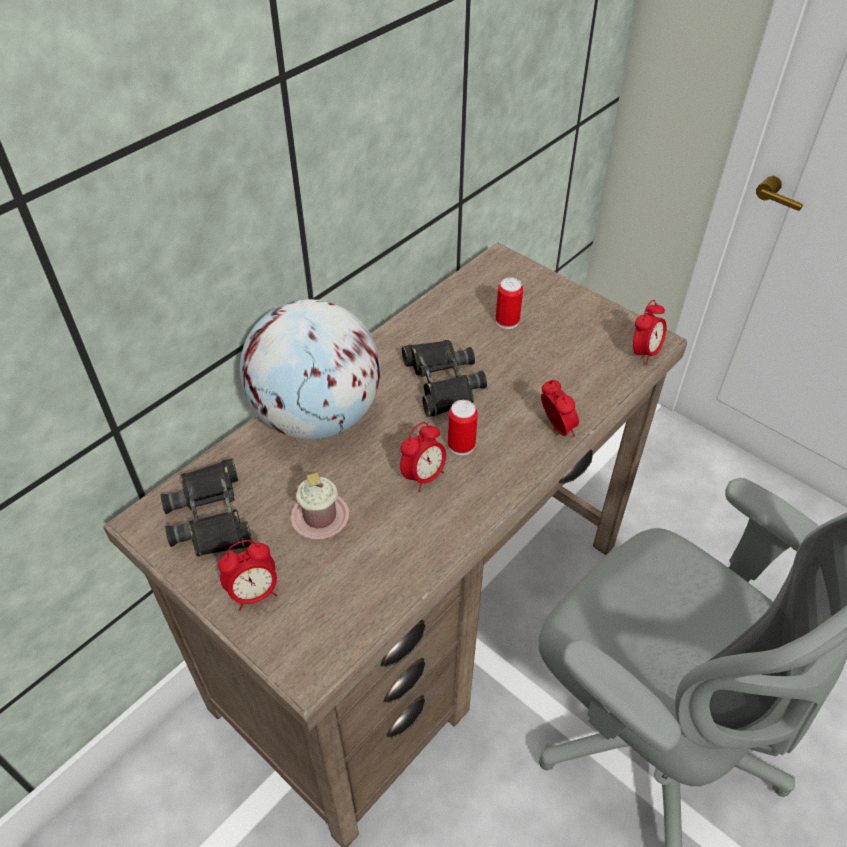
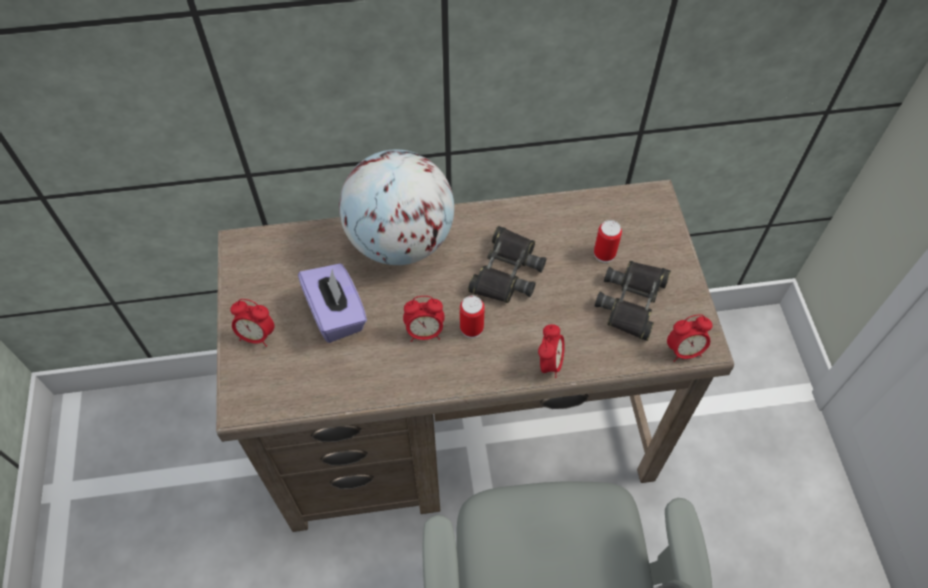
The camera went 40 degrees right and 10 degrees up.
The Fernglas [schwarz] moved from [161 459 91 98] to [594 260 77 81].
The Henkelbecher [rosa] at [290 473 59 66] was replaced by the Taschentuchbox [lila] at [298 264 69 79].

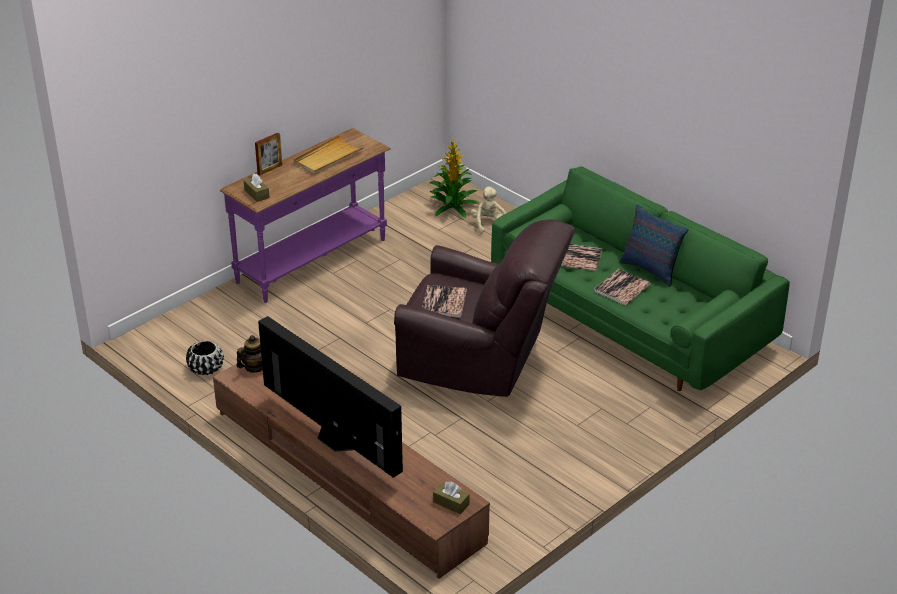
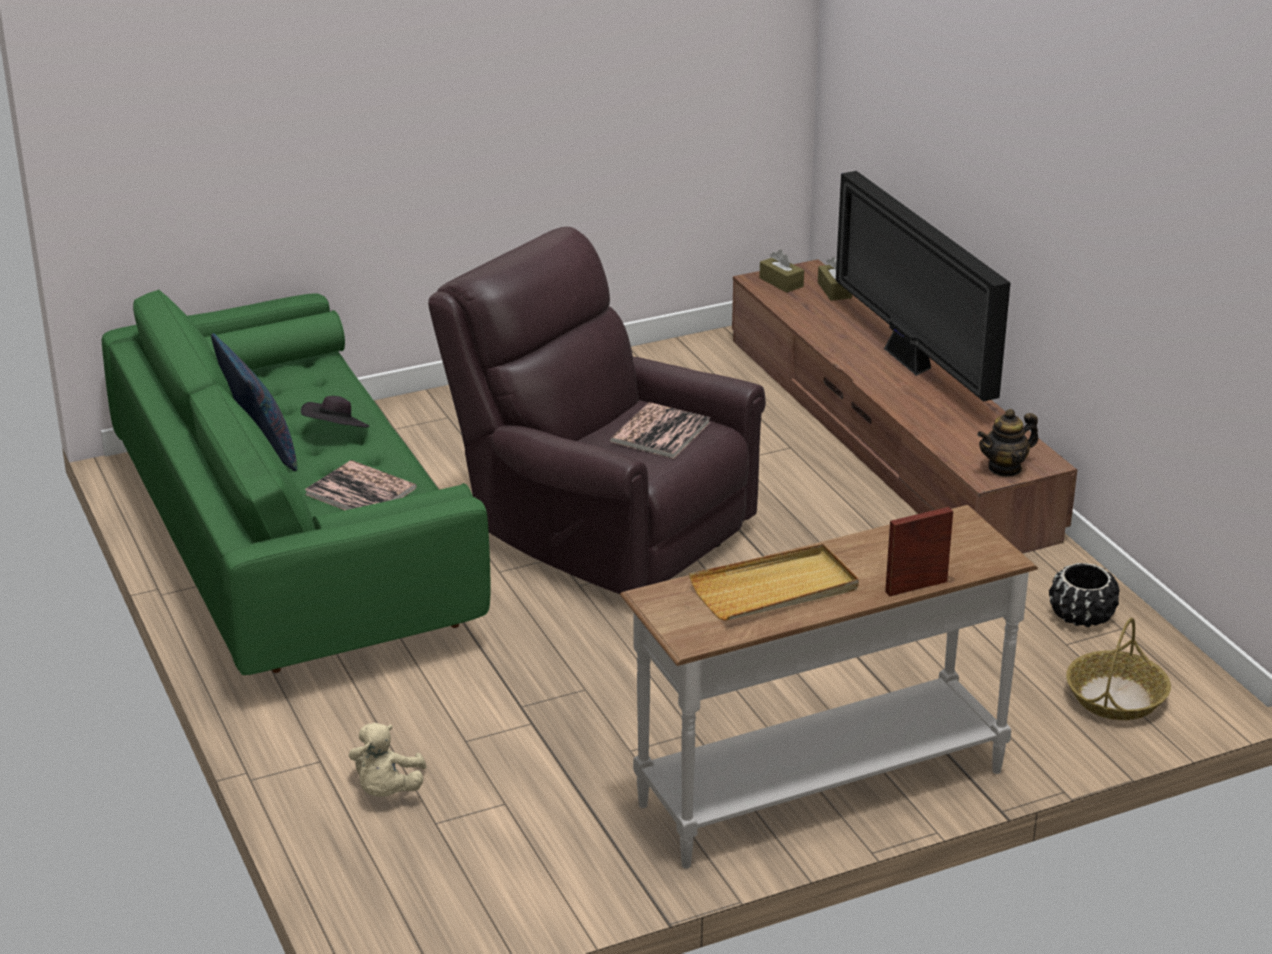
The camera went 160 degrees left and 5 degrees down.
The Konsolentisch [lila] at [220 128 171 175] became the Konsolentisch [weiß] at [620 505 418 364].
The Topfpflanze at [429 139 50 79] disappeared.
The Taschentuchbox [braun] moved from [244 174 26 28] to [818 257 34 44].
The Buch at [594 269 57 37] was replaced by the Hut [schwarz] at [301 396 68 32].
The Korb at [1066 618 105 102] appeared.

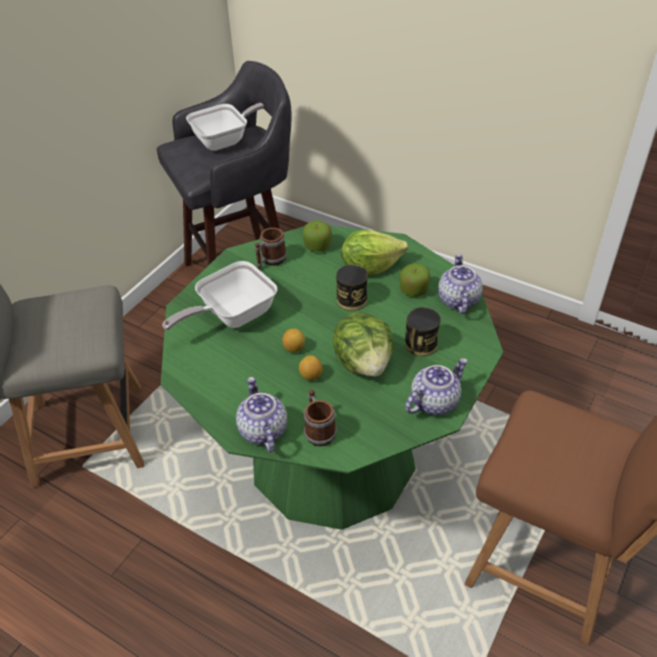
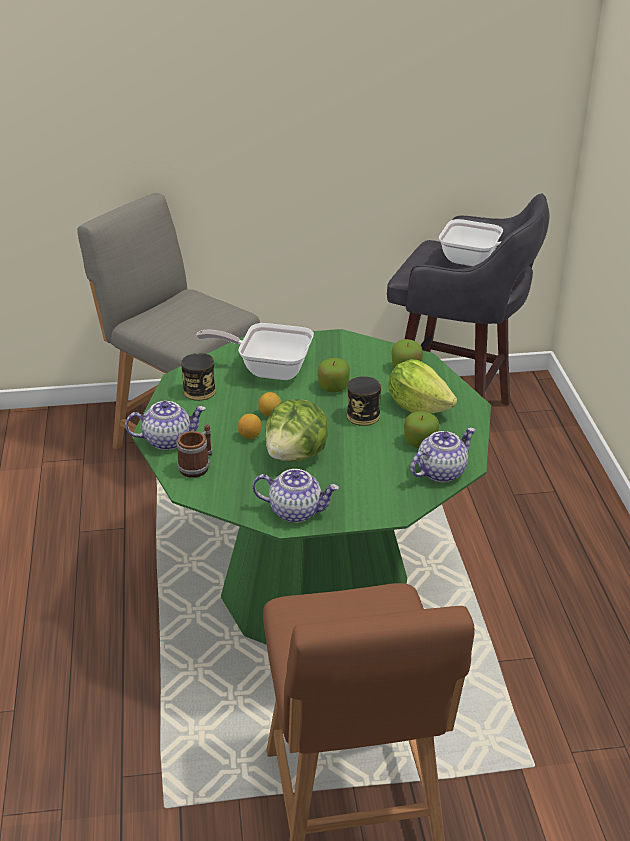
The camera went 50 degrees right and 10 degrees down.
The Henkelbecher at [255 228 32 41] disappeared.
The Dose moved from [405 307 36 49] to [181 353 35 48].
The Teekanne at [236 377 51 75] turned 45 degrees clockwise.
The Apfel at [318 358 32 35] appeared.

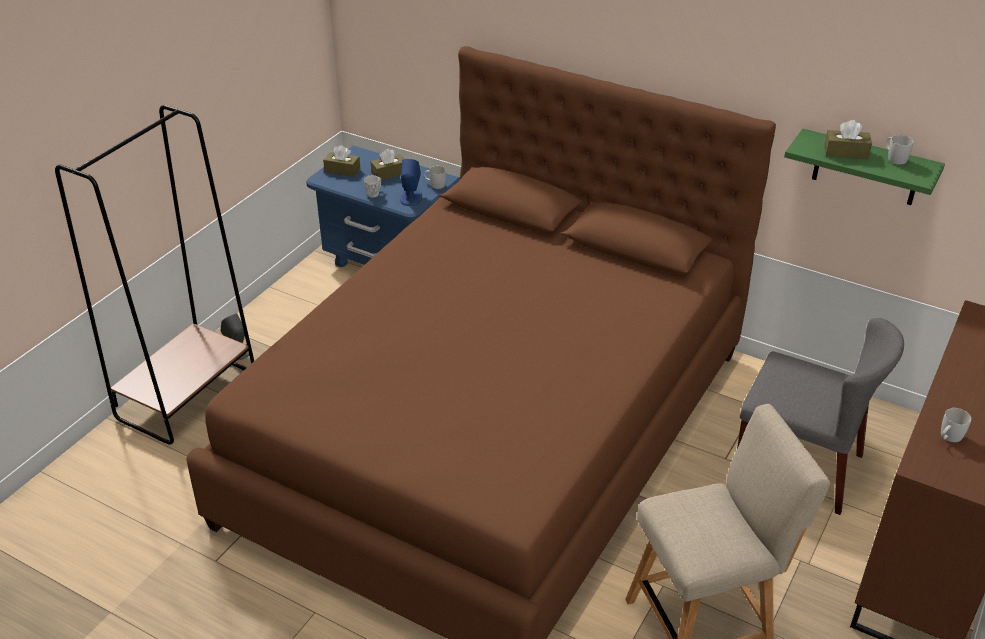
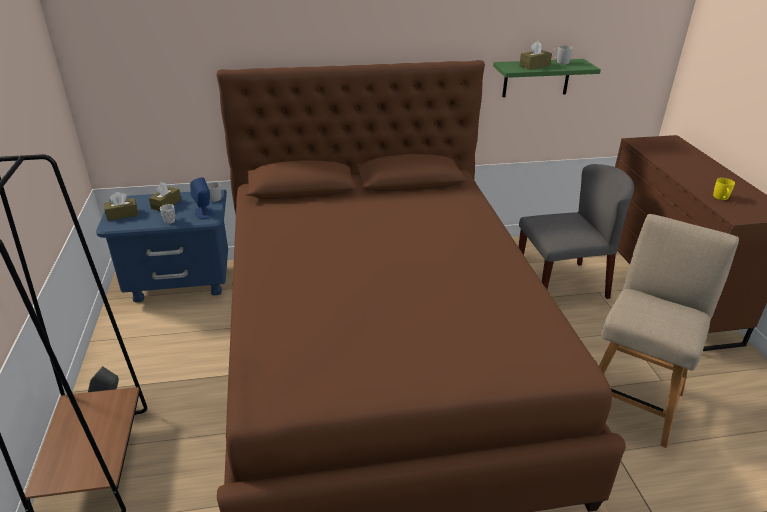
The camera went 40 degrees left and 5 degrees down.
The Henkelbecher [weiß] at [941 408 30 34] became the Henkelbecher [gelb] at [713 178 22 22].

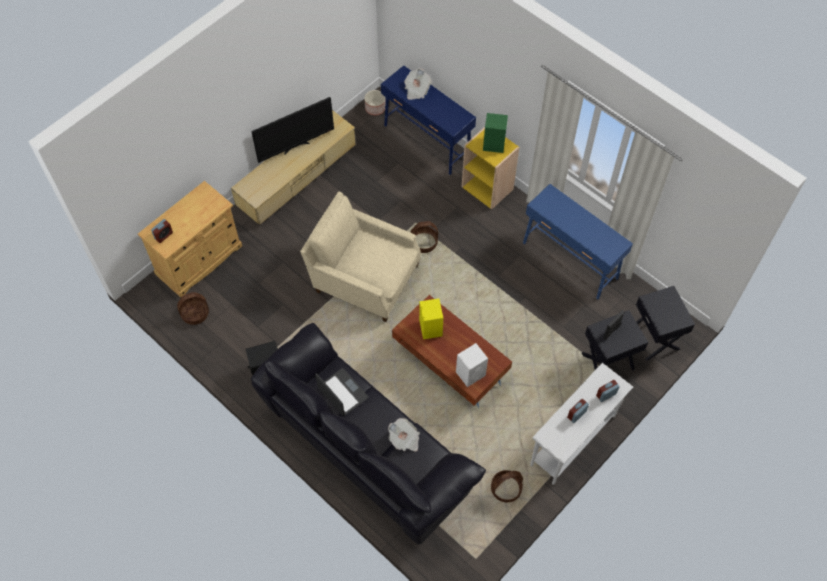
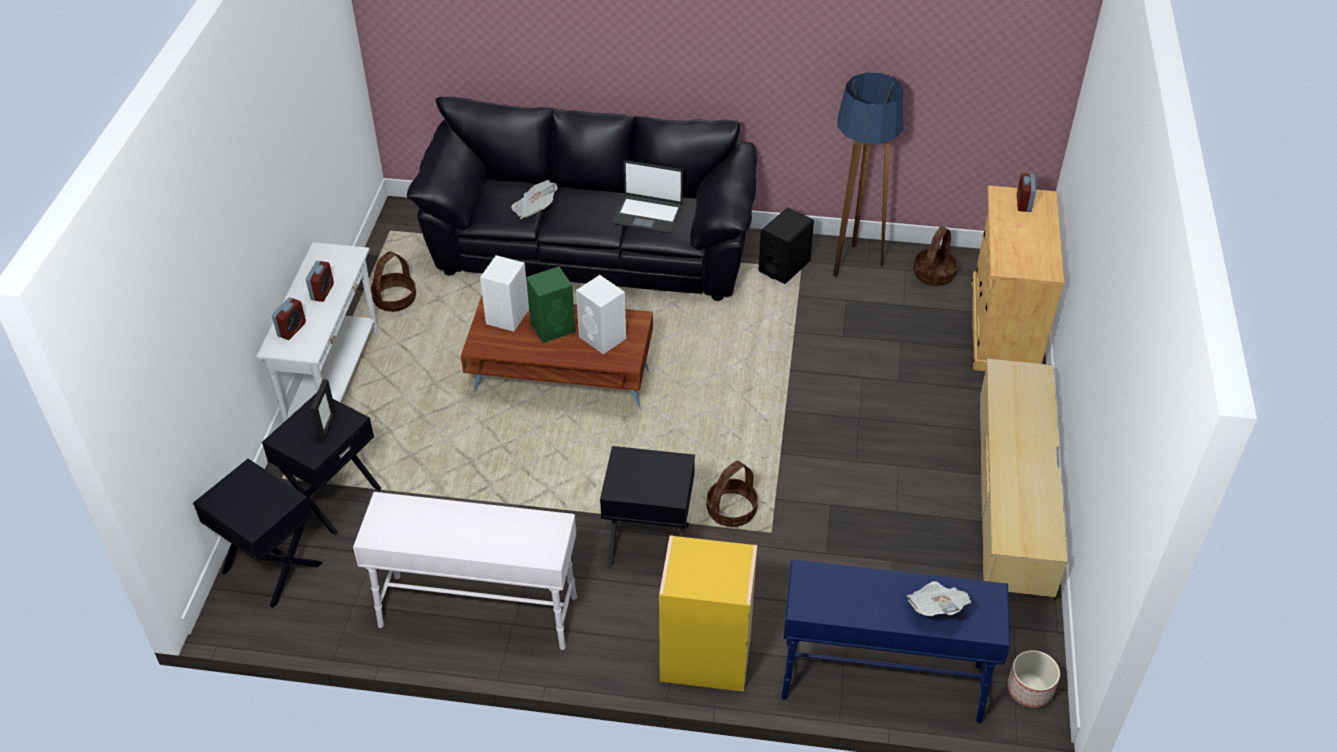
The camera went 145 degrees right and 15 degrees down.
The Fernseher at [251 97 83 66] disappeared.
The Lautsprecher [grün] moved from [483 113 25 40] to [526 267 49 76].
The Konsolentisch [blau] at [523 184 110 116] became the Konsolentisch [weiß] at [353 492 224 158].
The Sessel [beige] at [300 192 121 130] disappeared.
The Lautsprecher [gelb] at [419 298 24 41] became the Lautsprecher [weiß] at [576 275 50 79].
The Stehlampe at [833 73 70 204] appeared.
The Beistelltisch [schwarz] at [600 446 95 122] appeared.

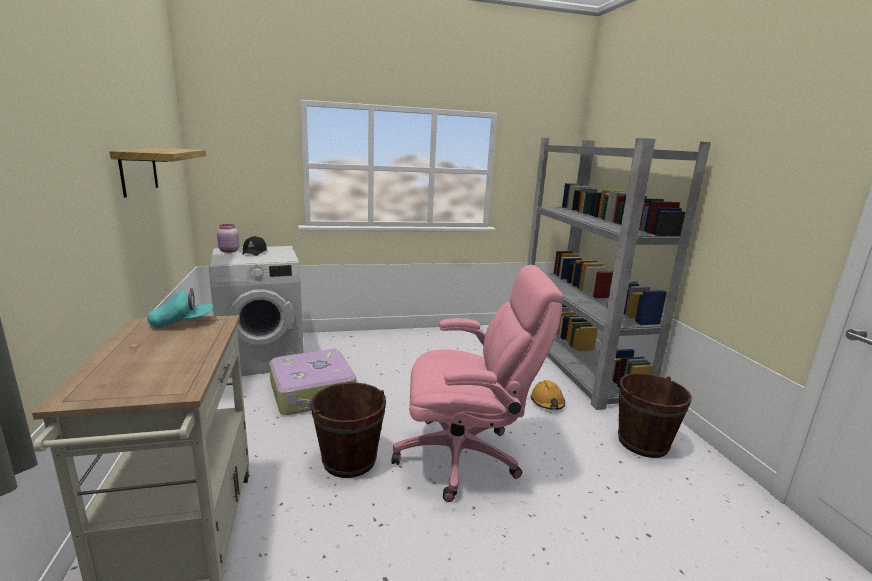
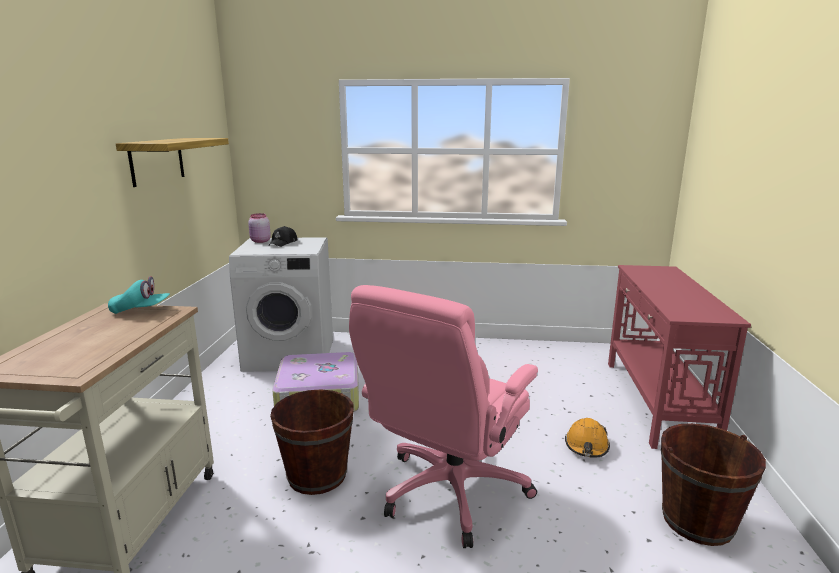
The camera went 20 degrees right and 0 degrees up.
The Bücherregal [grau] at [527 138 184 272] was replaced by the Konsolentisch [rot] at [608 265 143 184].
The Bürostuhl [rosa] at [391 265 172 237] turned 105 degrees clockwise.

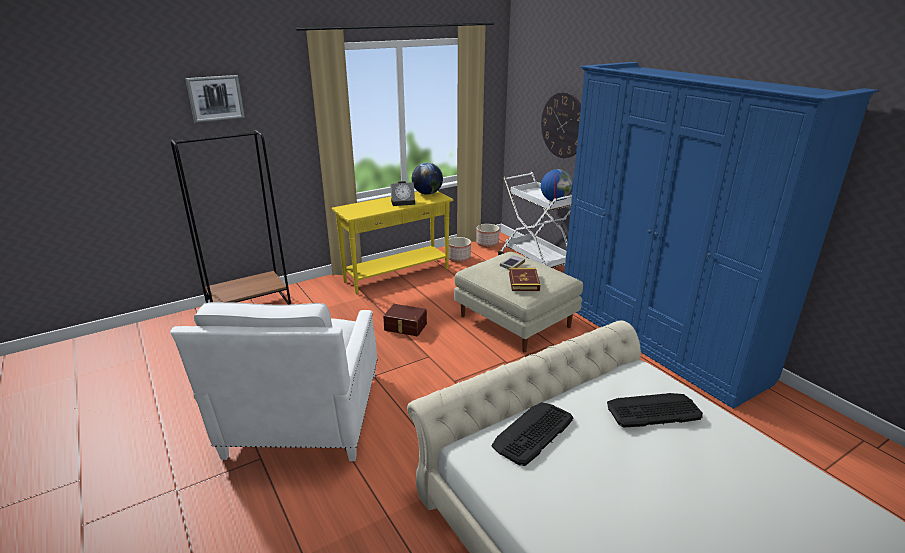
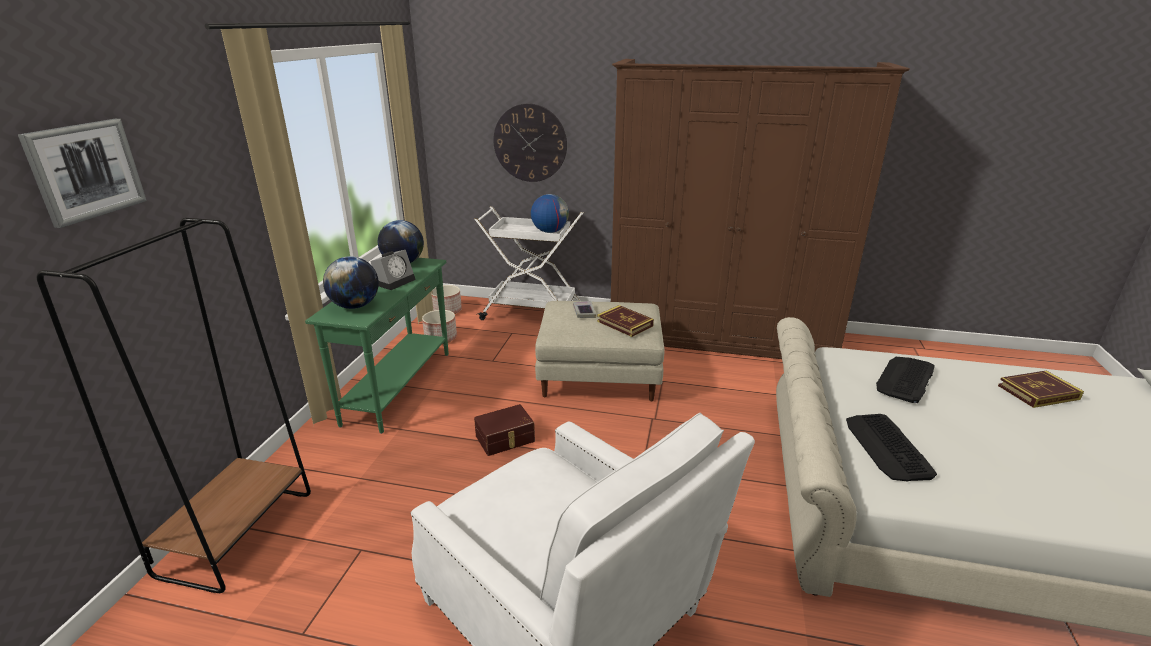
The camera went 45 degrees left and 0 degrees up.
The Kleiderschrank [blau] at [564 62 314 347] became the Kleiderschrank [braun] at [611 59 299 300].
The Konsolentisch [gelb] at [332 191 122 103] became the Konsolentisch [grün] at [305 258 144 176].
The Globus at [323 256 56 53] appeared.
The Buch at [998 371 86 37] appeared.

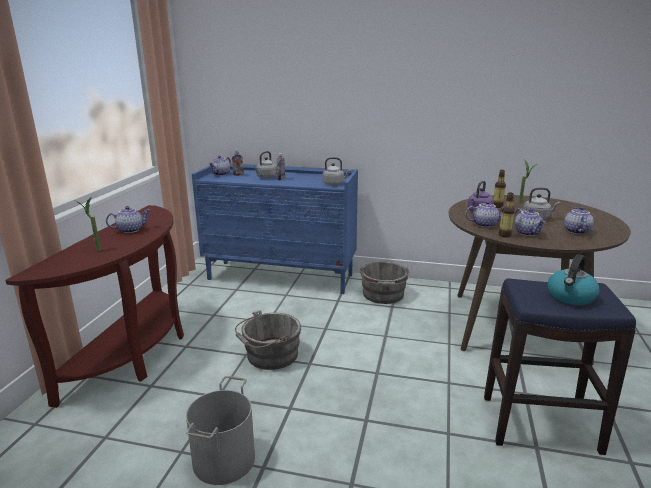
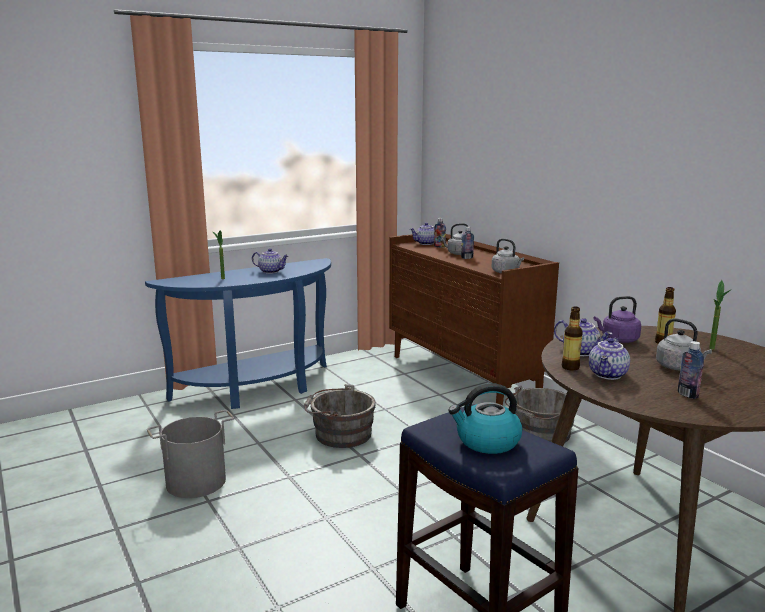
The camera went 45 degrees right and 5 degrees down.
The Schrank [blau] at [192 163 166 131] became the Schrank [braun] at [389 234 170 172].
The Konsolentisch [braun] at [5 205 179 203] became the Konsolentisch [blau] at [145 258 186 151].
The Teekanne at [564 207 30 27] was replaced by the Flasche at [678 341 26 58].

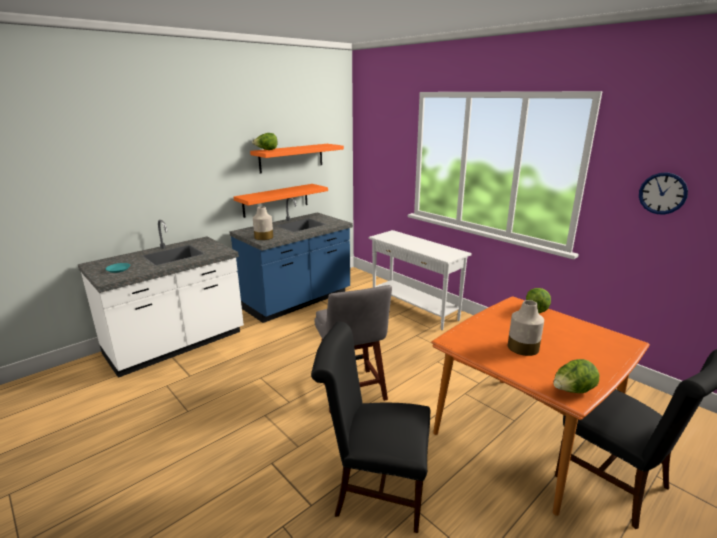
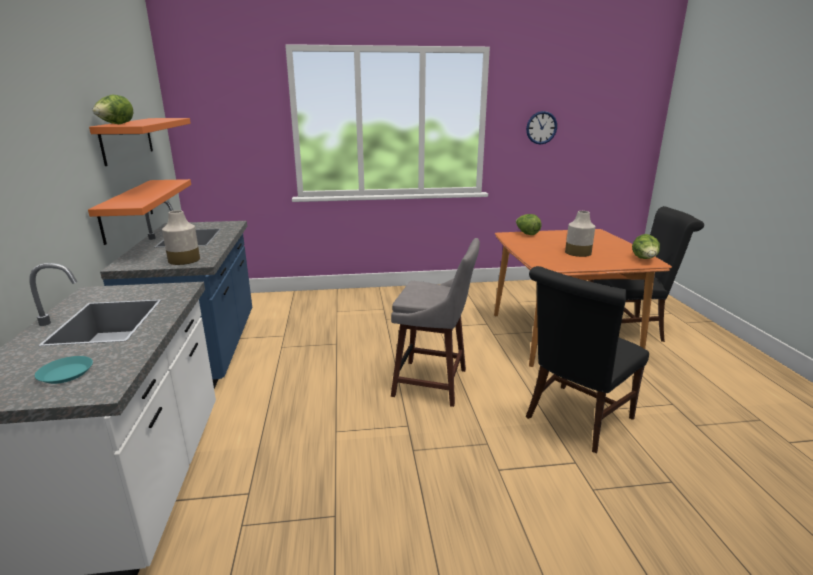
The camera went 55 degrees left and 0 degrees up.
The Konsolentisch [weiß] at [369 230 103 100] disappeared.

